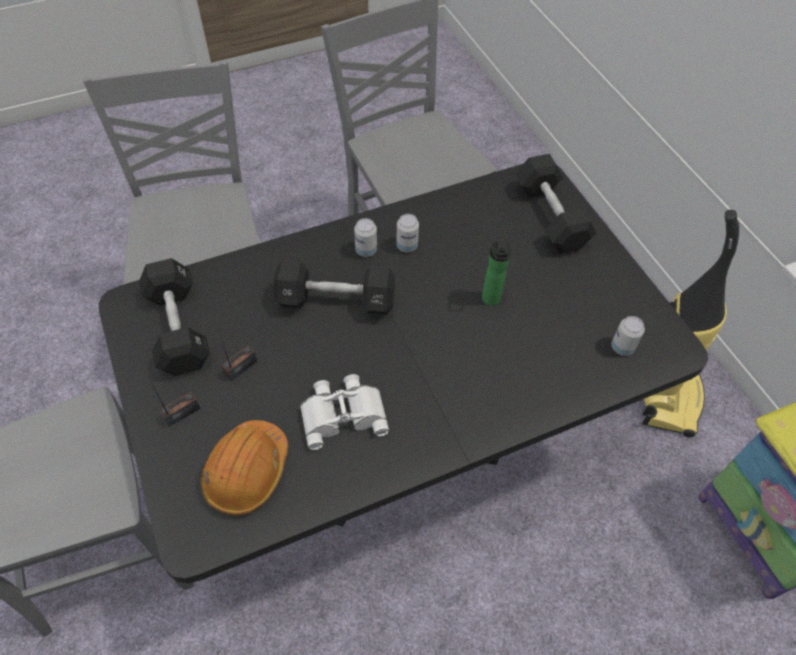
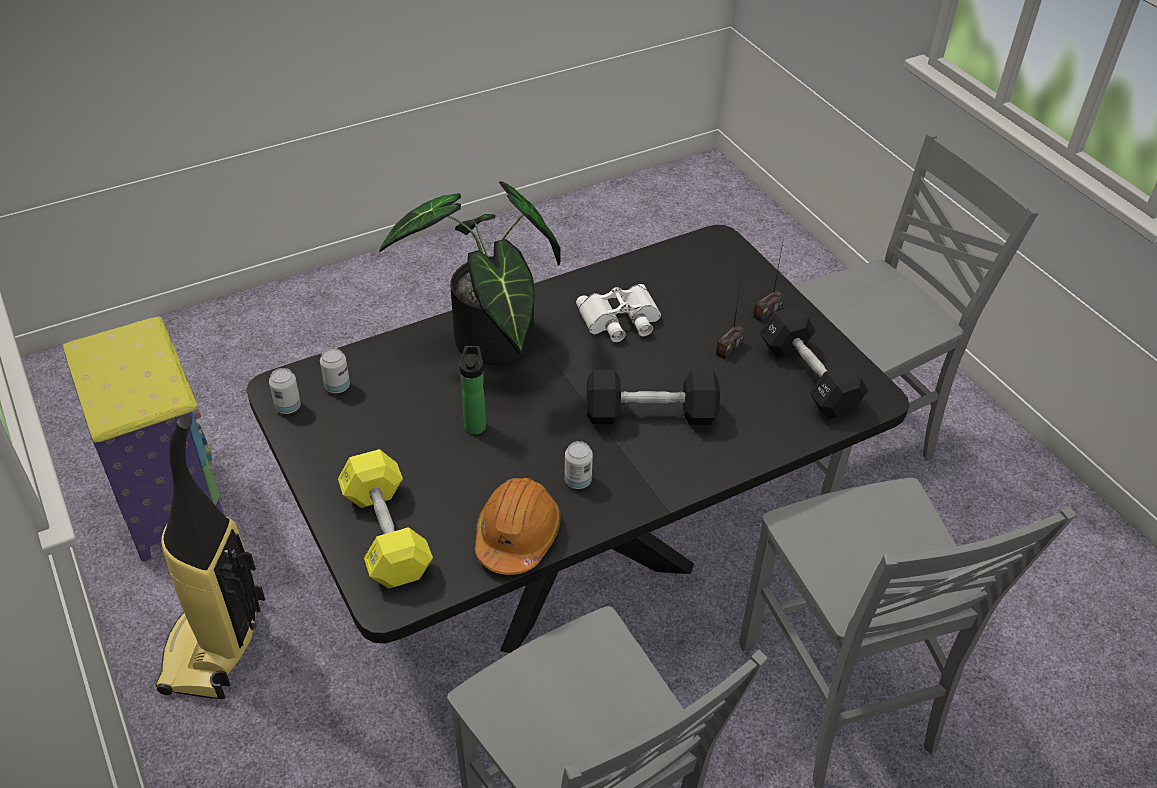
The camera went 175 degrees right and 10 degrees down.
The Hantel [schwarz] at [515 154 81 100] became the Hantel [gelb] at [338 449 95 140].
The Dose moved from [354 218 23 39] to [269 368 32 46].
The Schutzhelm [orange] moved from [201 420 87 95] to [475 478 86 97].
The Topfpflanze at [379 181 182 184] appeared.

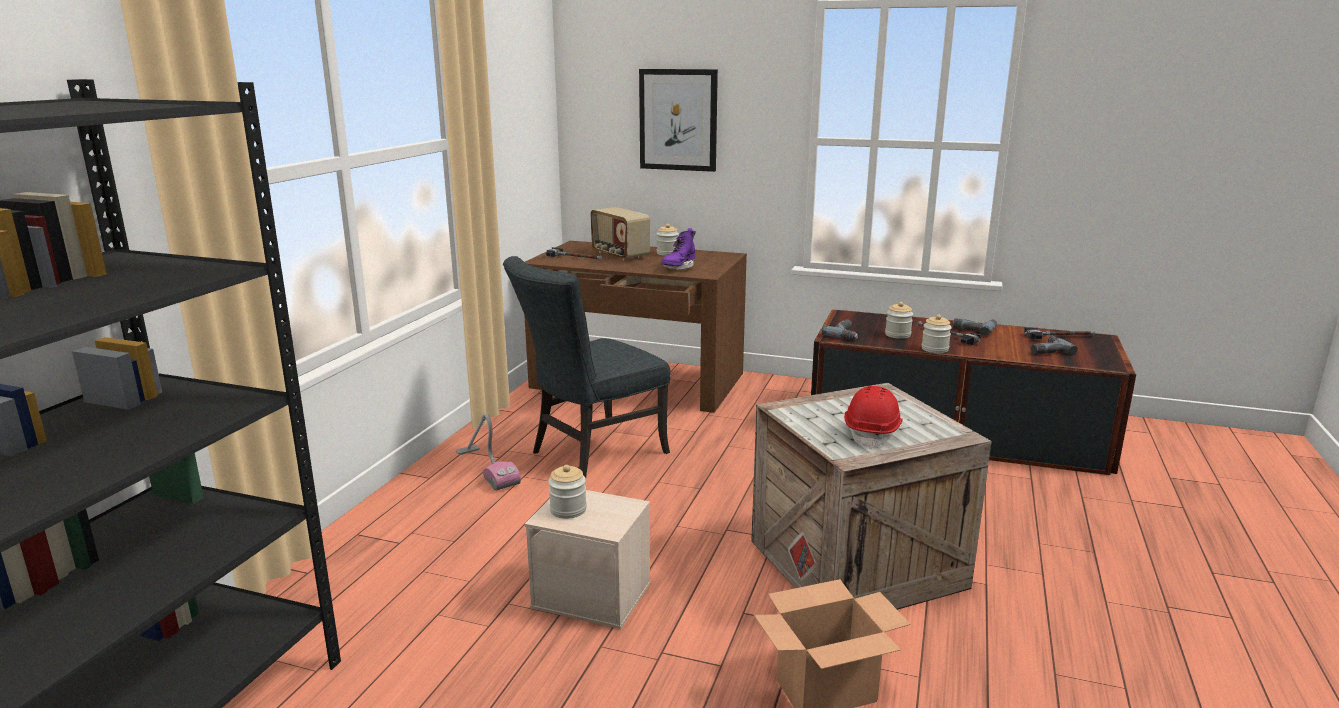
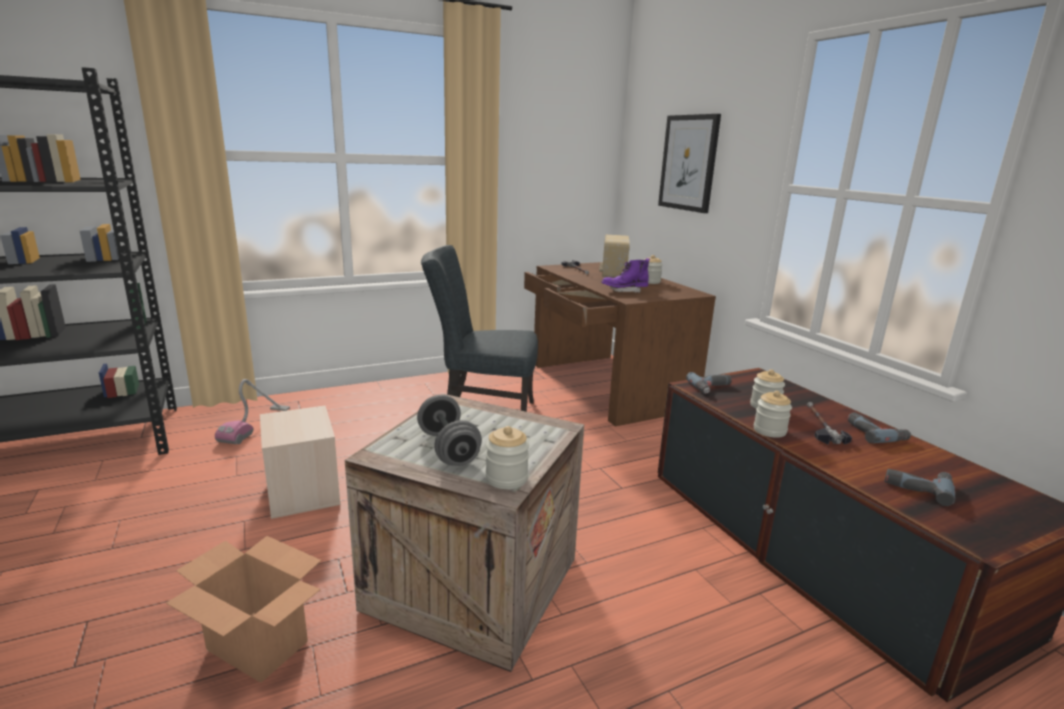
The camera went 45 degrees right and 0 degrees up.
The Hammer at [1024 327 71 12] disappeared.
The Schutzhelm [rot] at [844 386 59 63] was replaced by the Hantel [grau] at [417 395 65 71].
The Staubsauger moved from [456 413 65 78] to [215 379 75 66].
The Vorratsglas moved from [548 465 39 54] to [485 426 44 63].

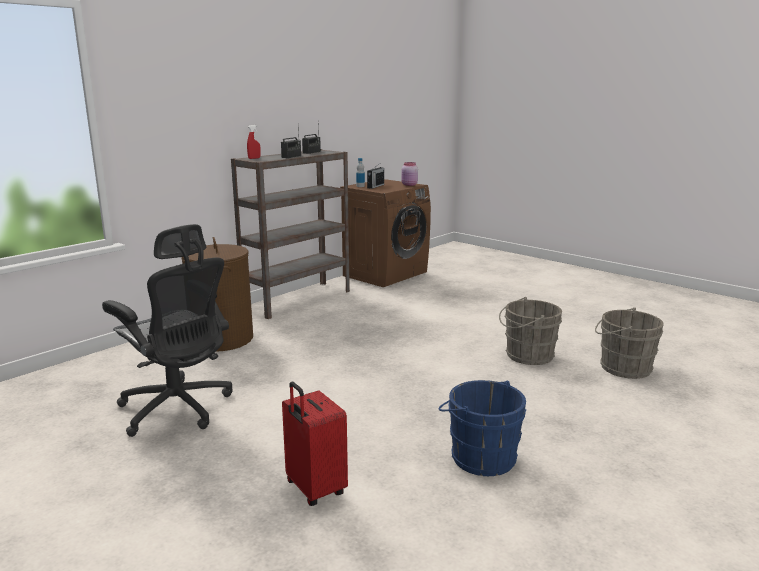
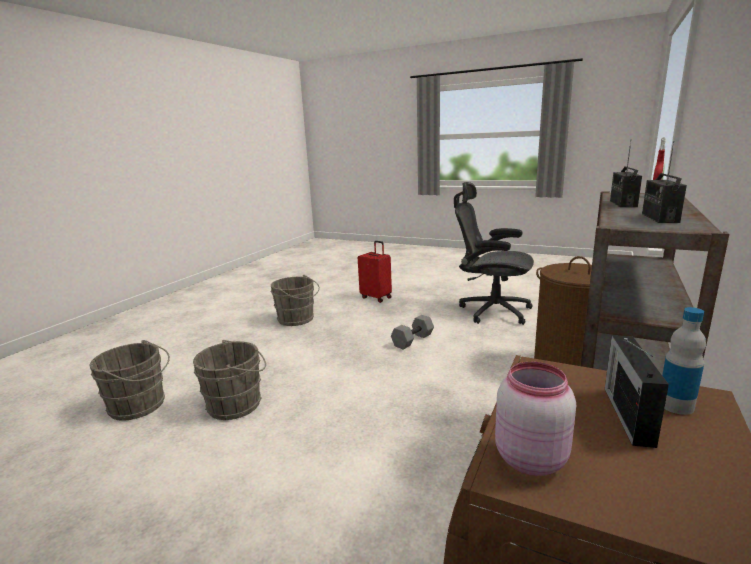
The camera went 165 degrees right and 0 degrees up.
The Eimer [blau] at [439 380 87 96] became the Eimer [grau] at [271 275 49 51].
The Hantel [grau] at [391 315 43 35] appeared.

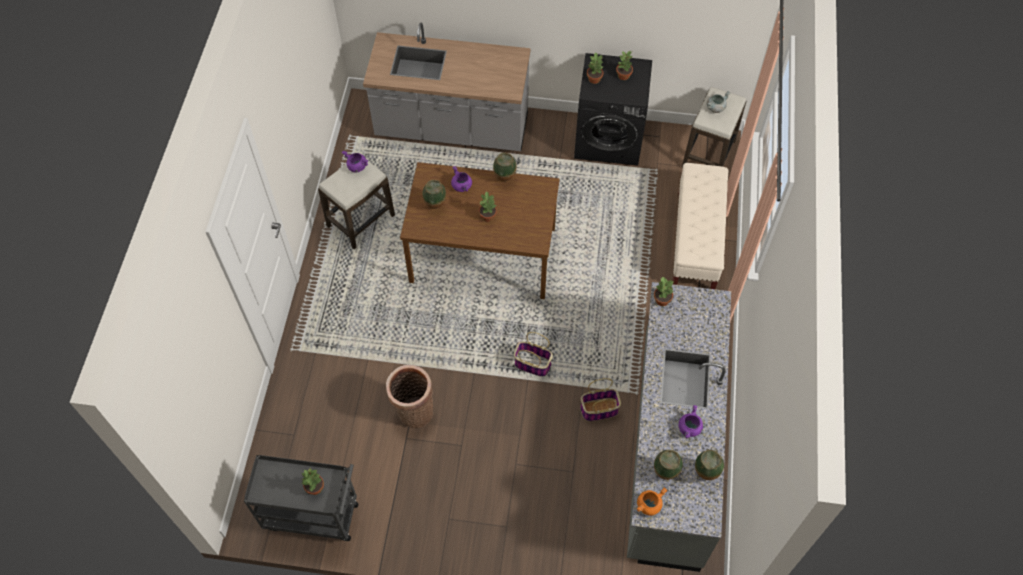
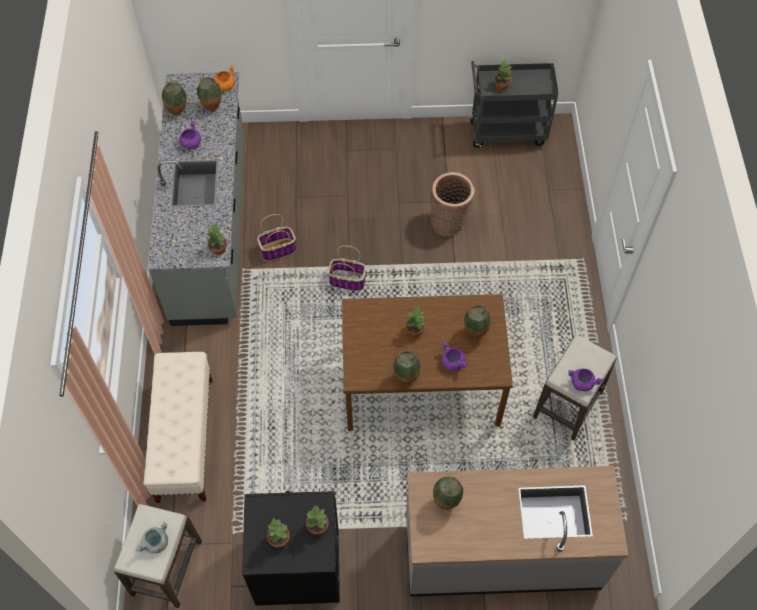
The camera went 170 degrees right and 0 degrees up.
The Vase at [433 477 30 33] appeared.

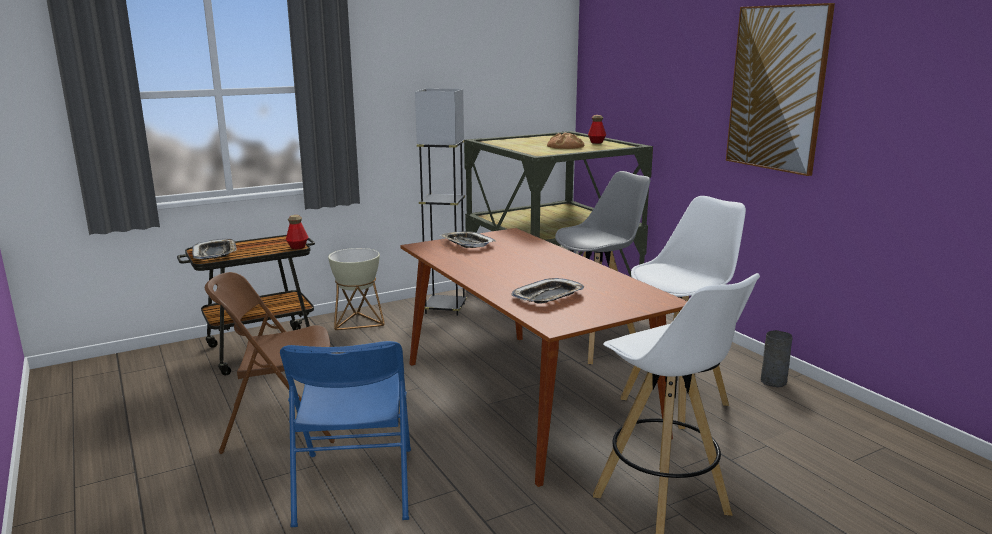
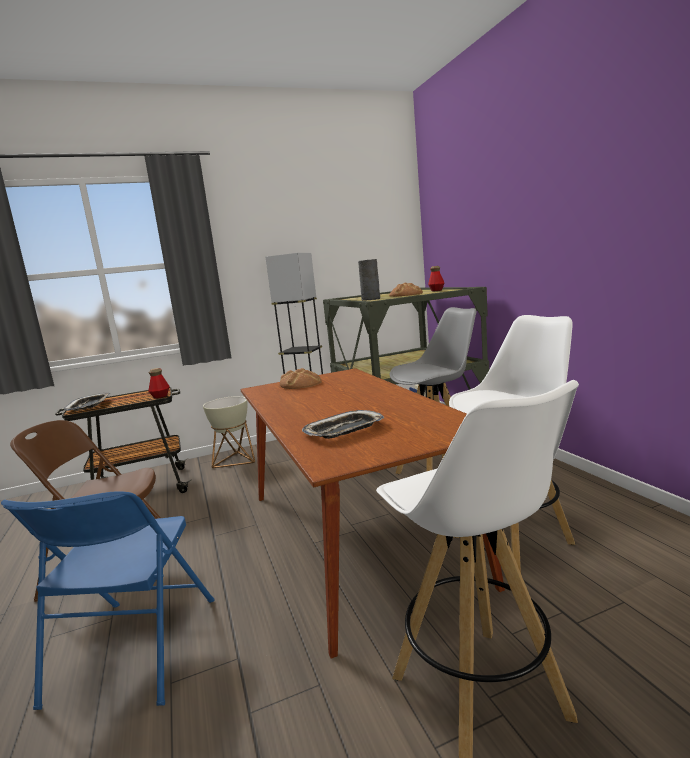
The camera went 10 degrees right and 5 degrees down.
The Bild at [726 3 109 173] disappeared.
The Tablett at [440 231 56 17] was replaced by the Brot at [280 368 42 21].
The Vase [grau] moved from [761 330 31 57] to [358 259 22 42].

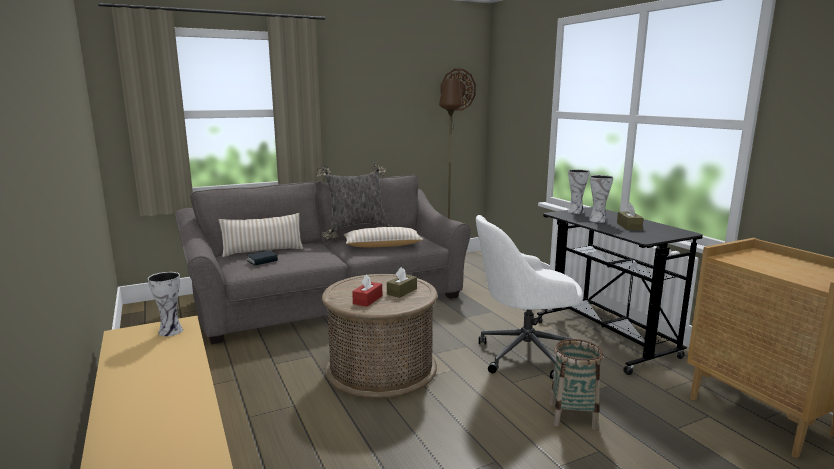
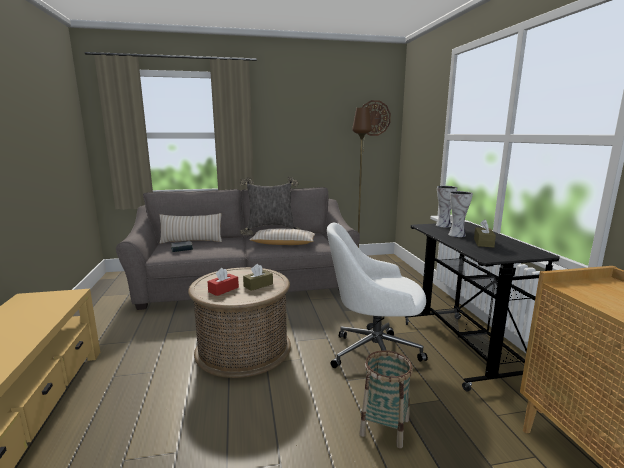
The camera went 15 degrees right and 0 degrees up.
The Vase at [148 272 35 64] disappeared.

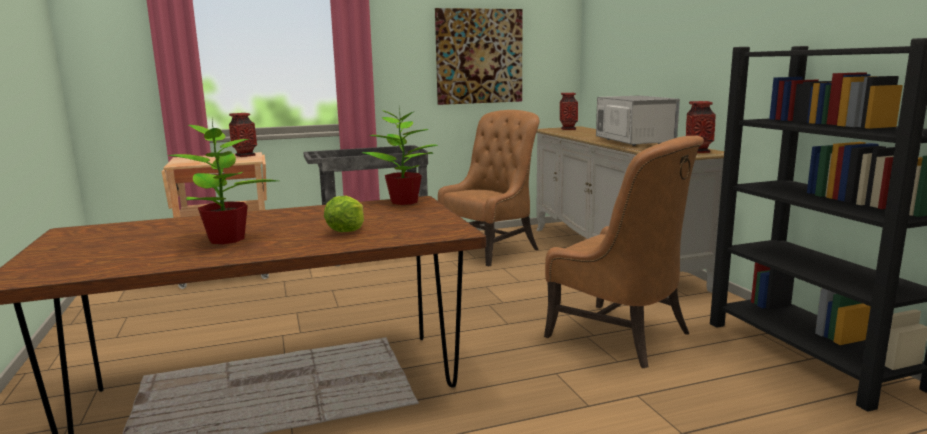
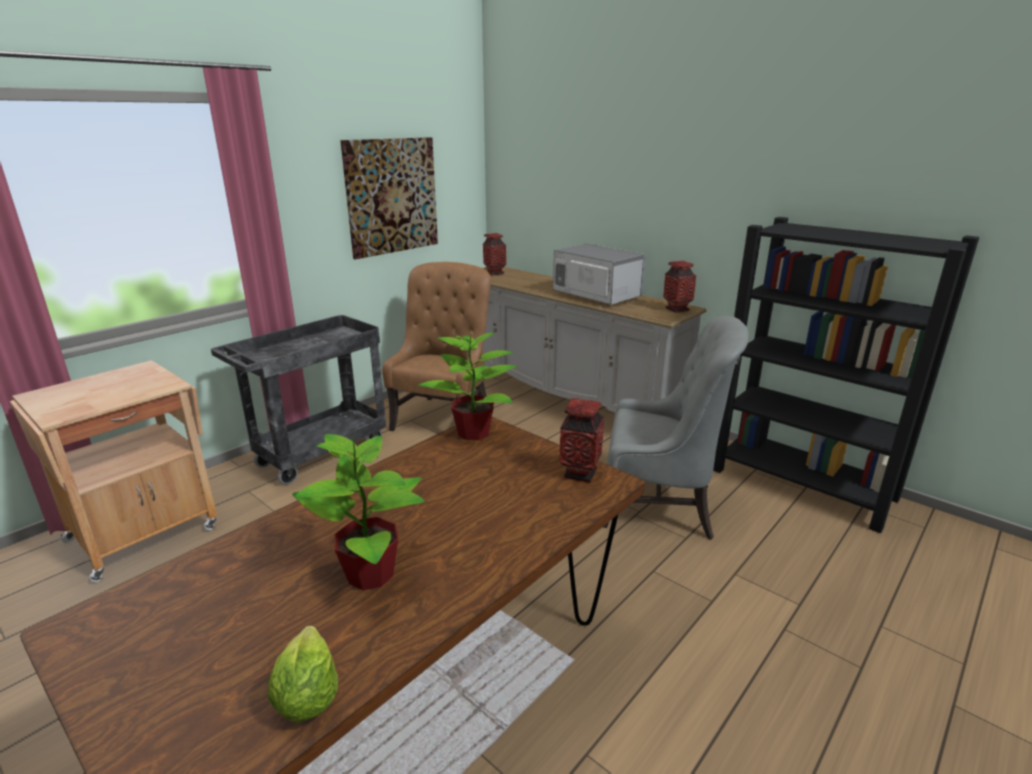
The camera went 30 degrees left and 10 degrees up.
The Vase moved from [229 113 28 44] to [560 398 44 85].
The Stuhl [braun] at [544 136 160 232] became the Stuhl [grau] at [603 316 146 224].
The Salatkopf moved from [324 196 40 36] to [268 626 70 96].

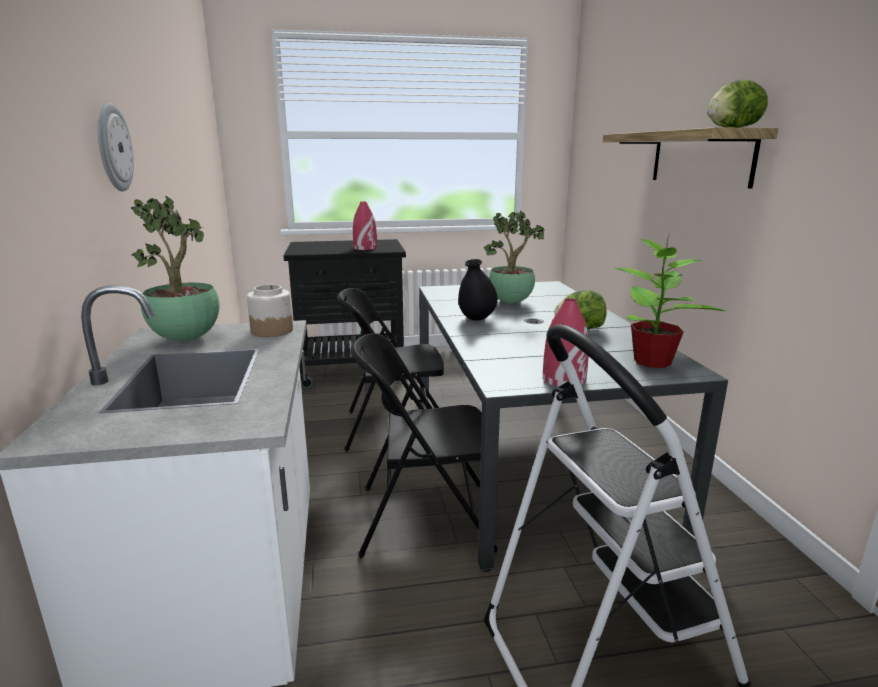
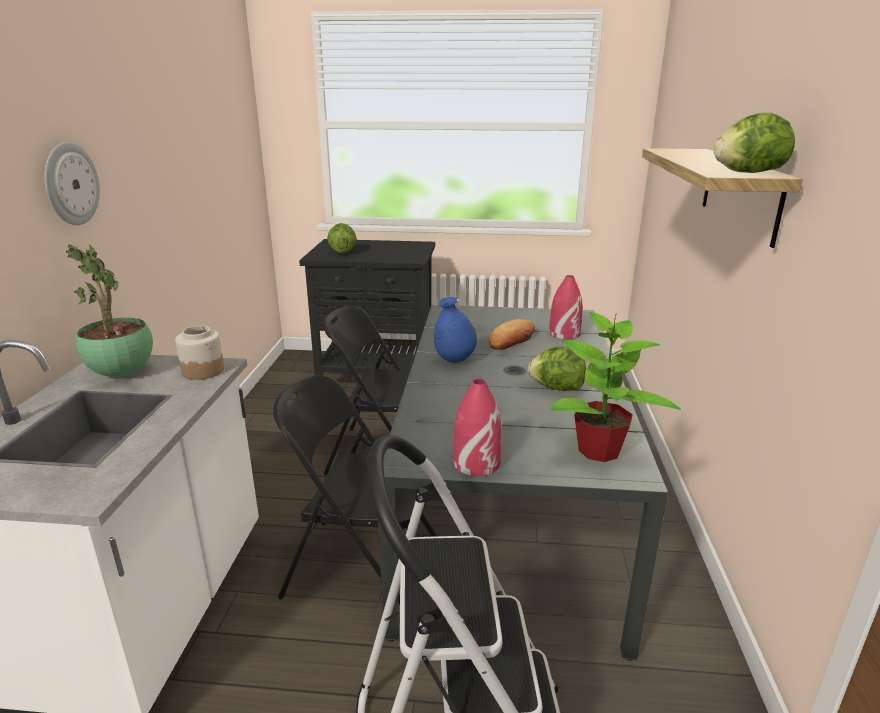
The camera went 15 degrees right and 5 degrees up.
The Vase [rot] moved from [353 202 24 48] to [549 275 34 65].
The Topfpflanze at [484 211 61 92] was replaced by the Brot at [489 319 46 31].
The Vase [schwarz] at [458 259 40 61] became the Vase [blau] at [434 297 43 66].
The Salatkopf at [327 223 30 31] appeared.

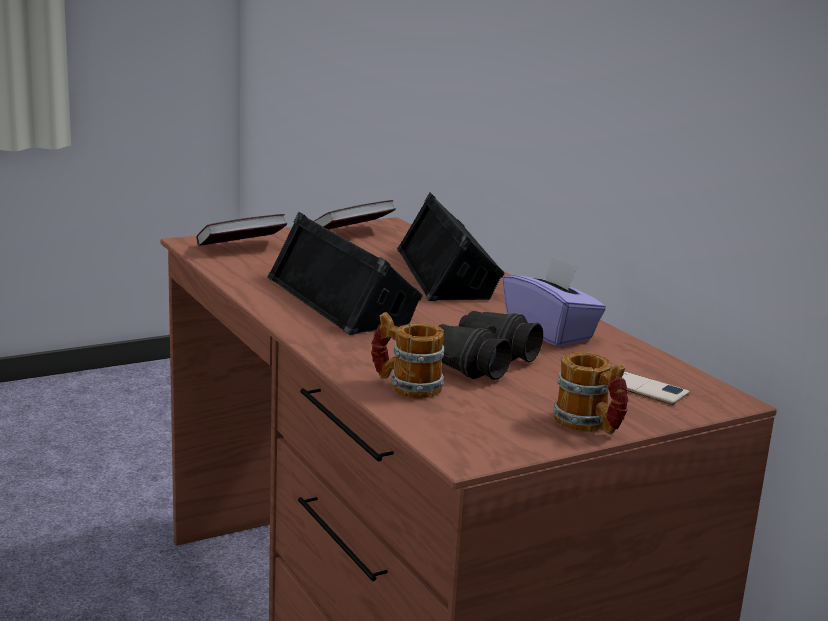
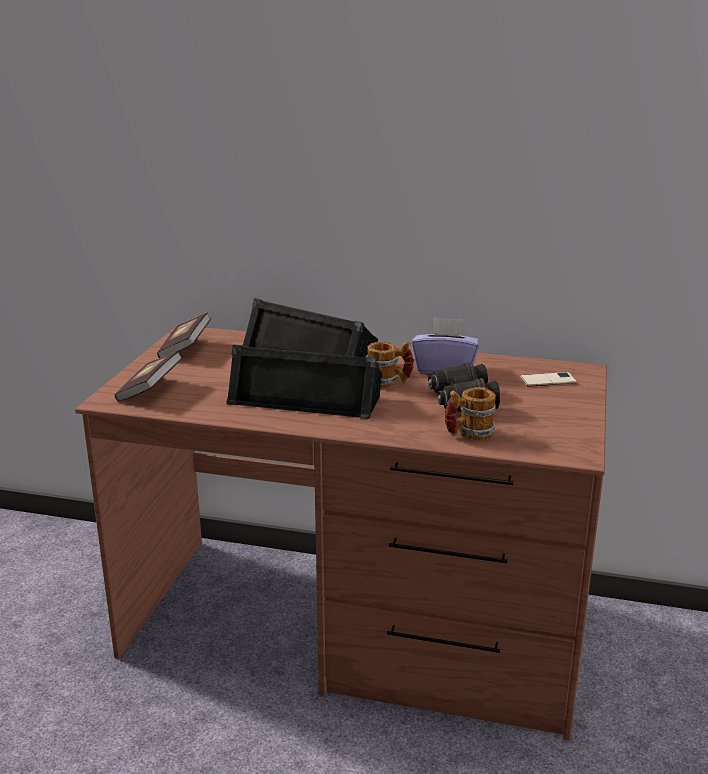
The camera went 45 degrees left and 5 degrees up.
The Henkelbecher moved from [553 352 76 82] to [366 341 48 47].

